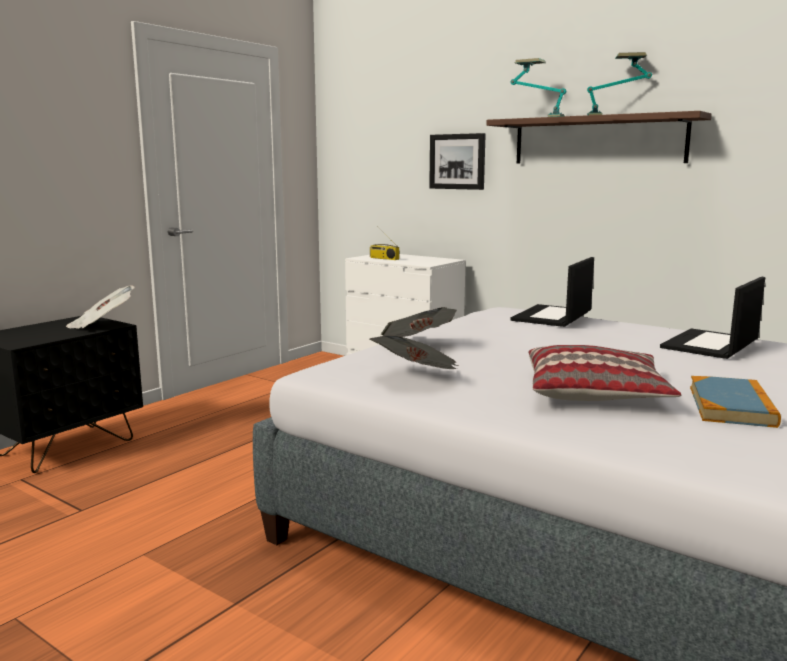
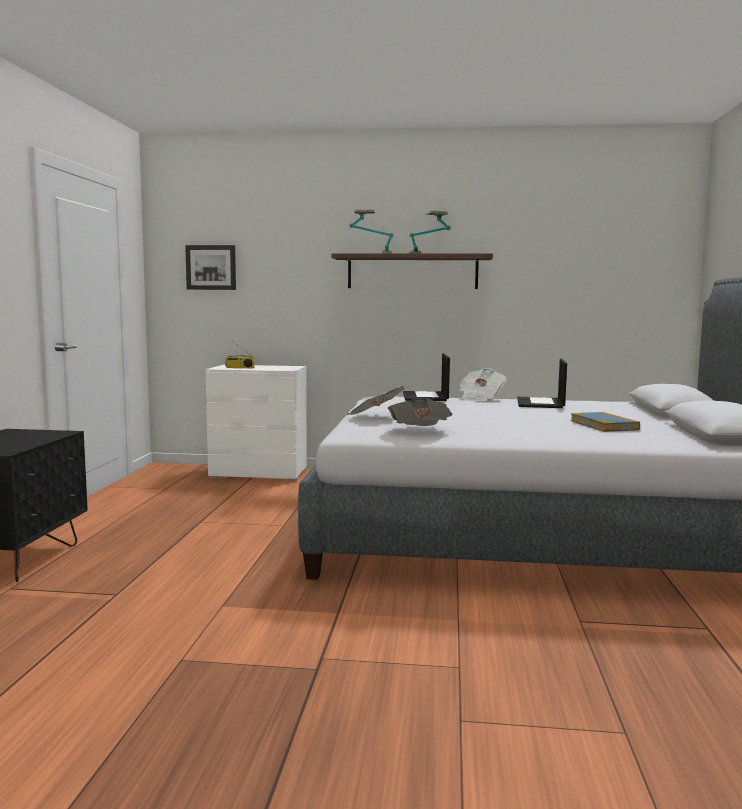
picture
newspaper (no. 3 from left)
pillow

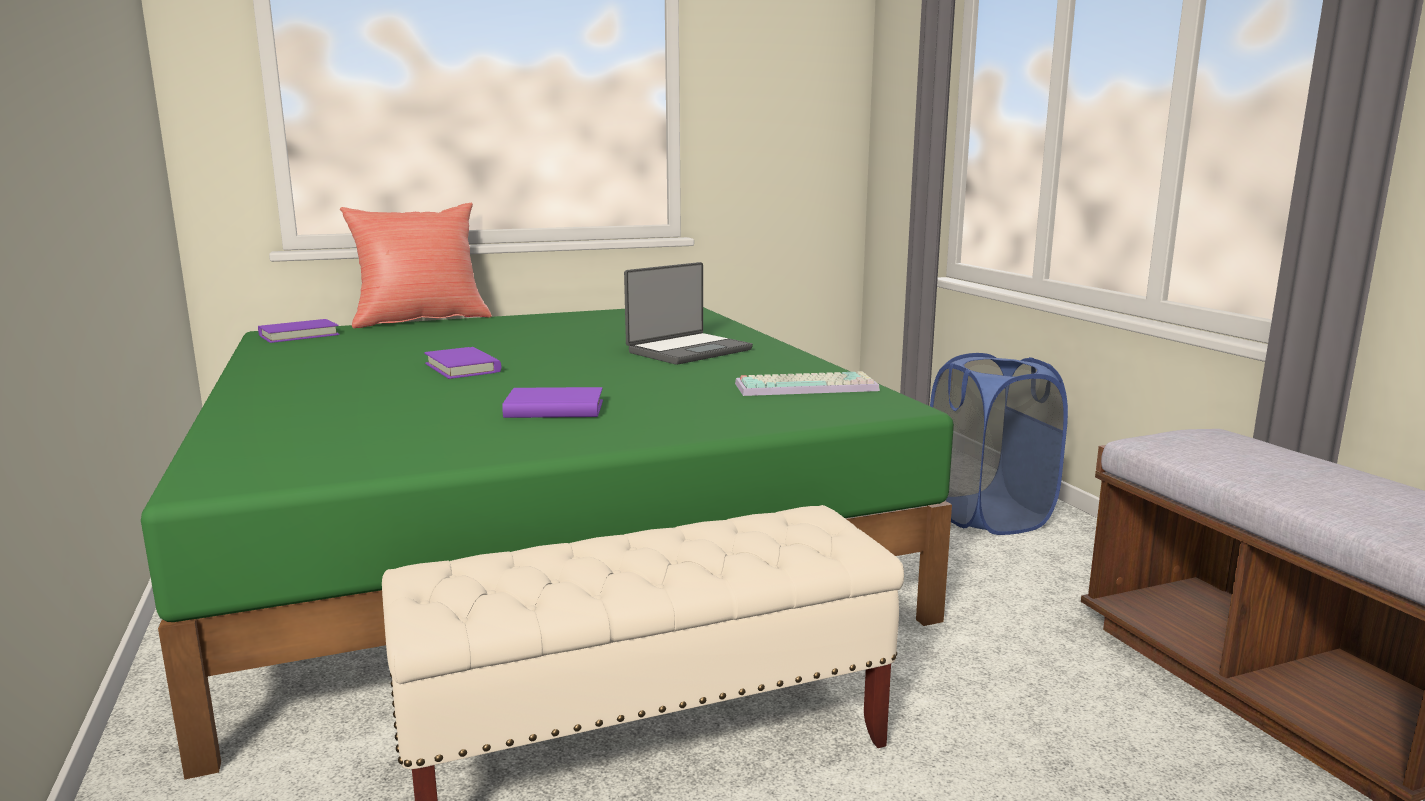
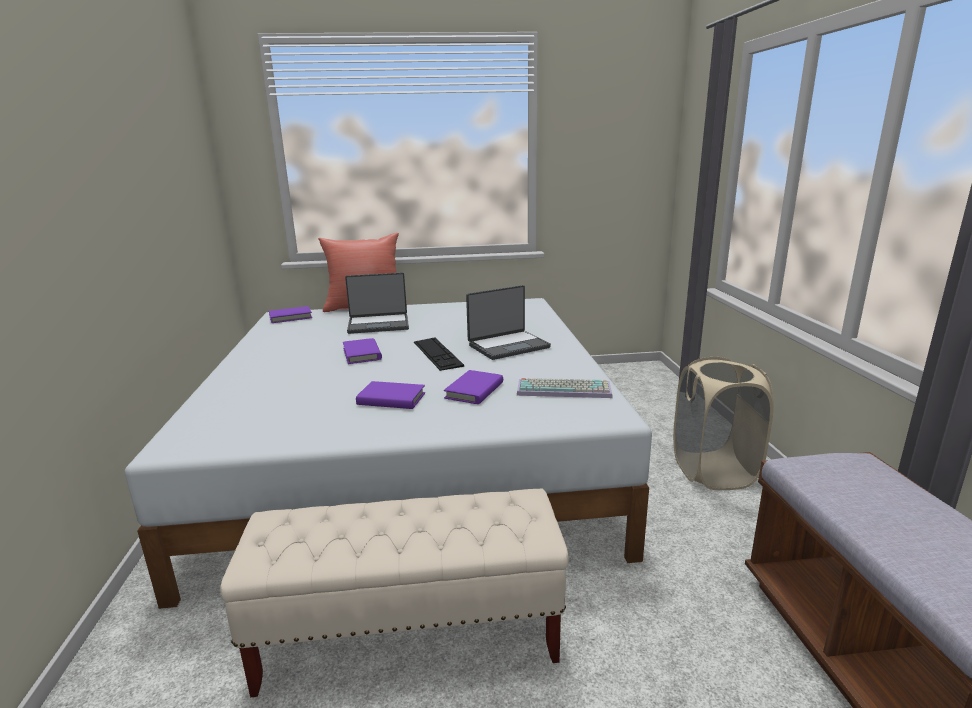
white bed
beige laundry basket
laptop (no. 1 from left)
keyboard (no. 1 from left)
purple book (no. 4 from left)

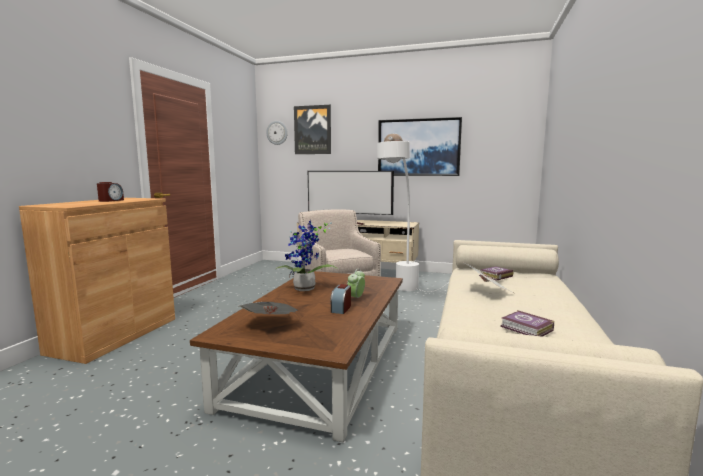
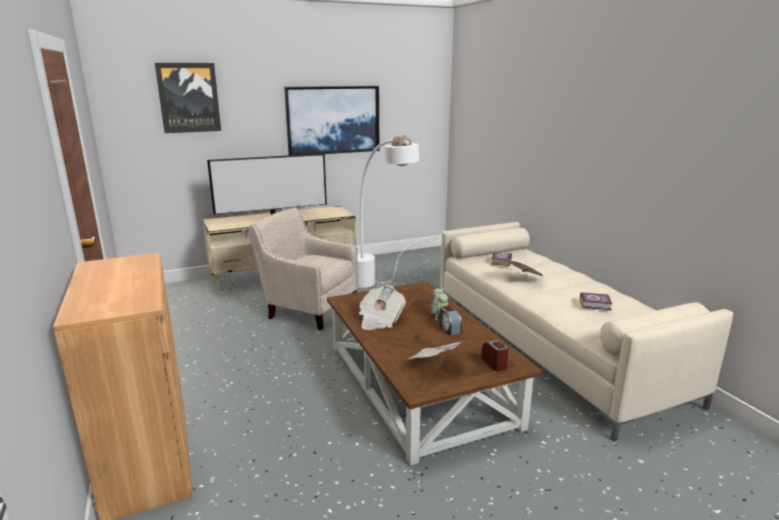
wall clock
alarm clock (no. 3 from left)
newspaper (no. 1 from left)

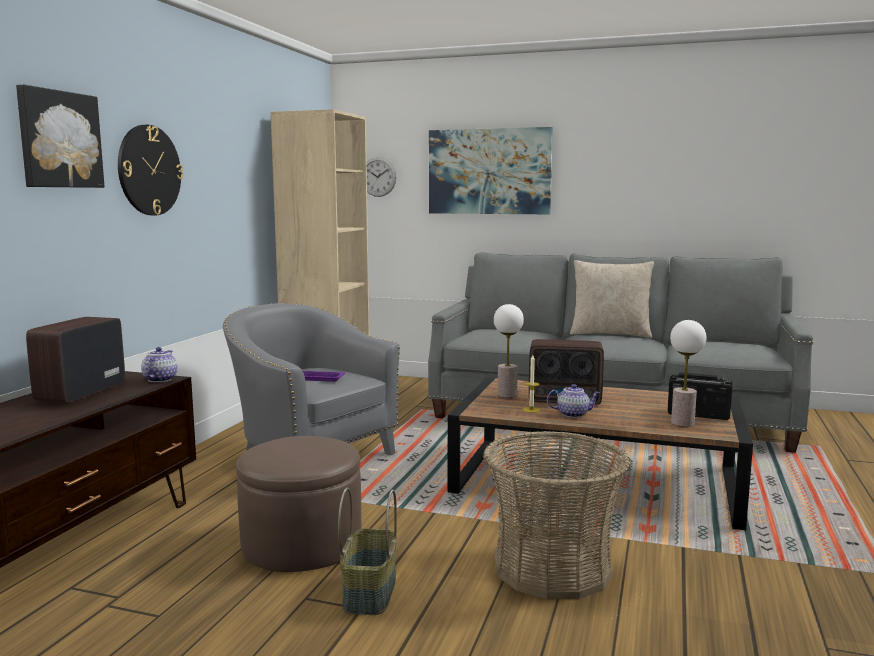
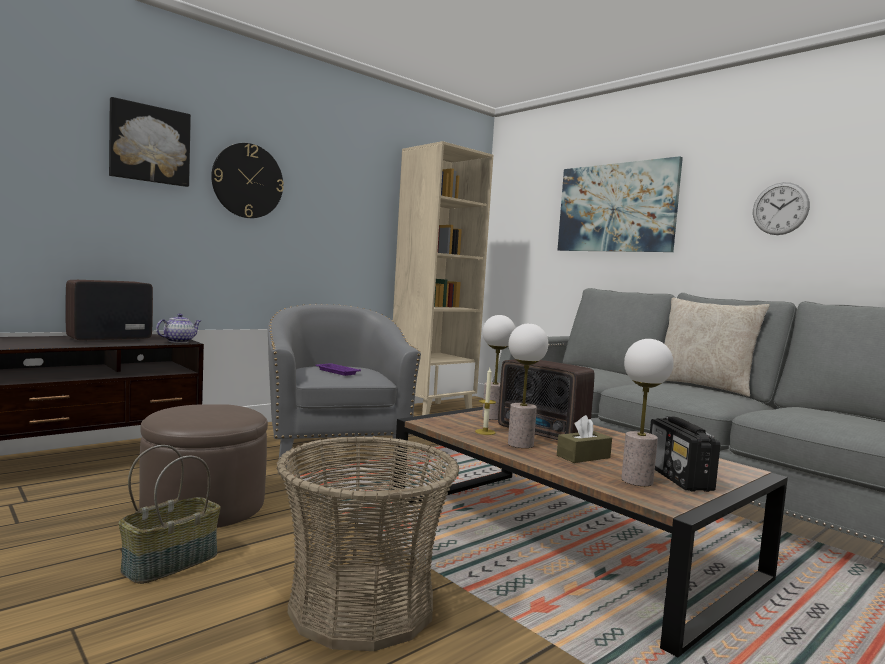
wall clock (no. 2 from left)
radio (no. 3 from left)
table lamp (no. 2 from left)
brown tissue box

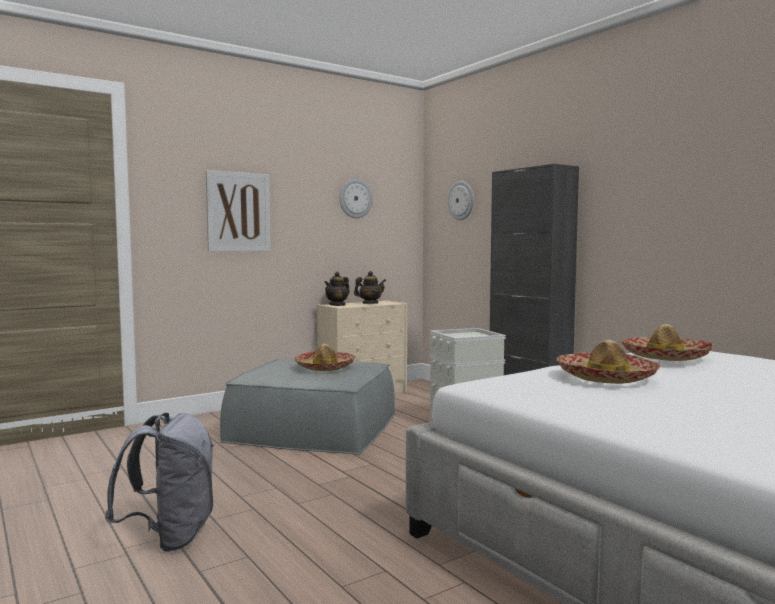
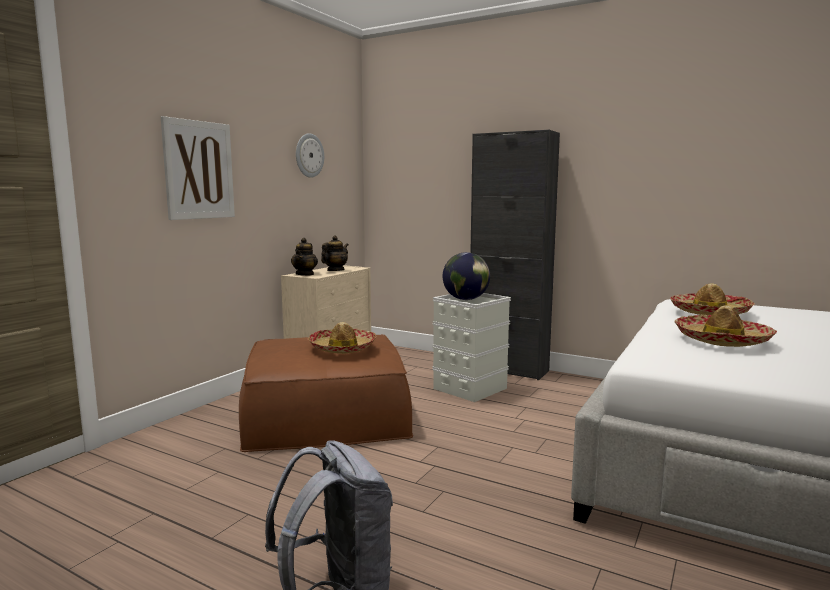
wall clock (no. 2 from left in the first image)
brown ottoman
globe

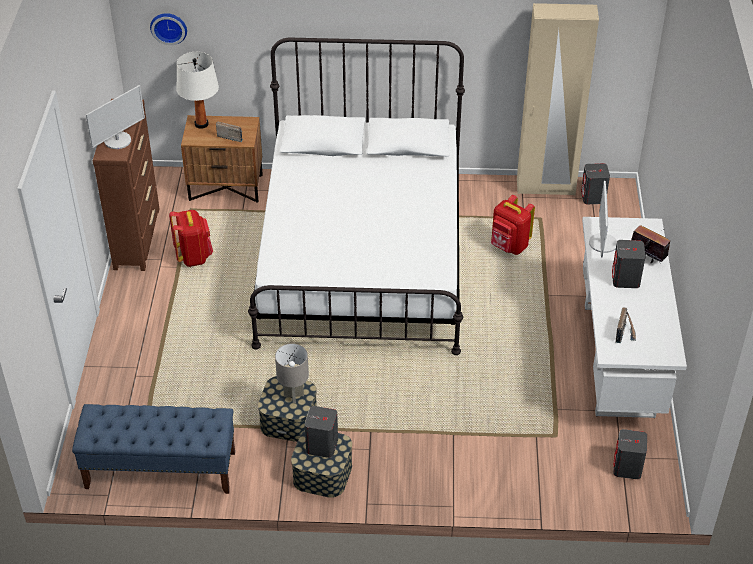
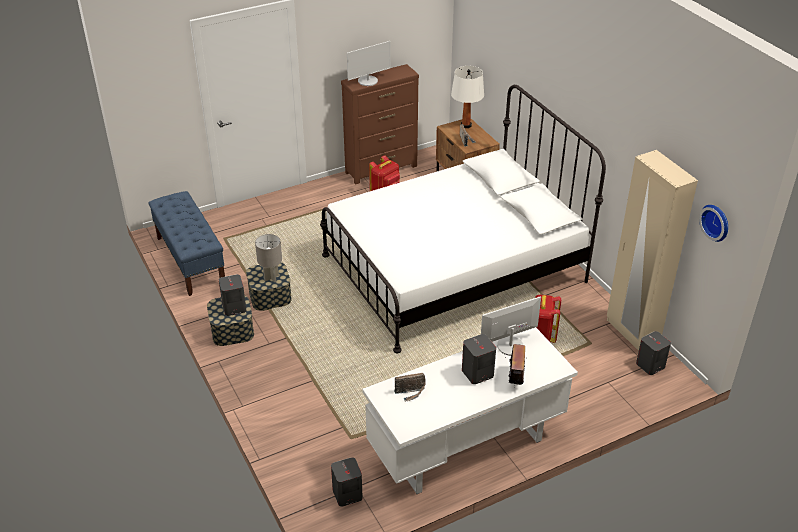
wall clock
monitor (no. 1 from left)

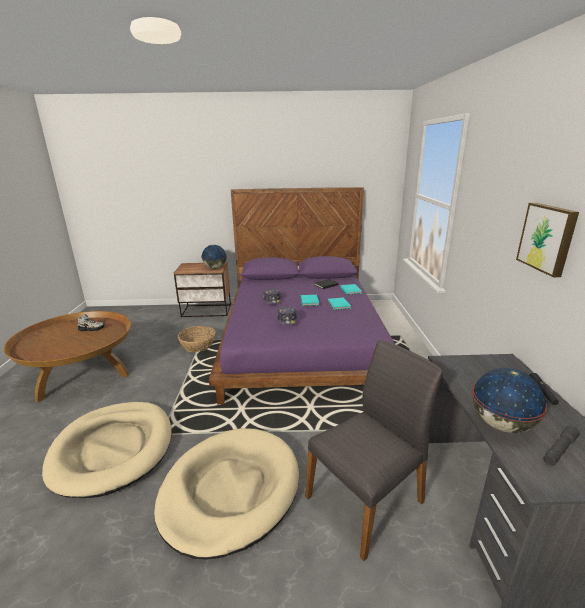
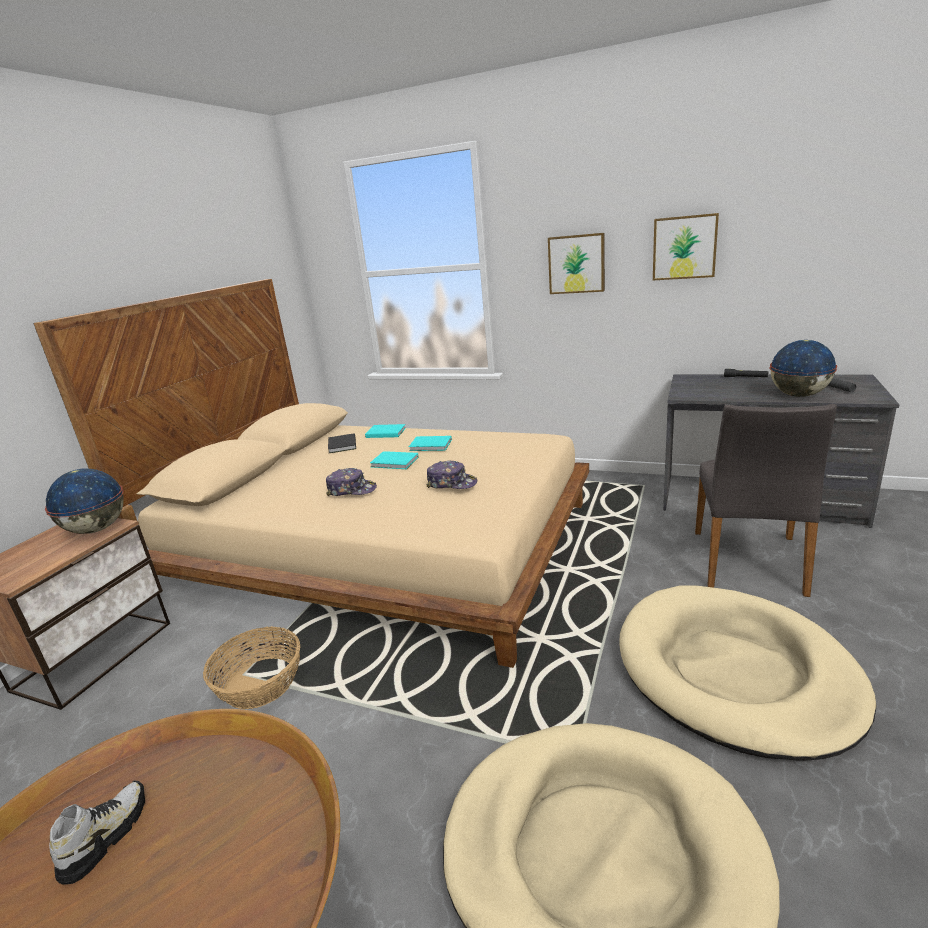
beige bed
grey chair
picture (no. 1 from left)

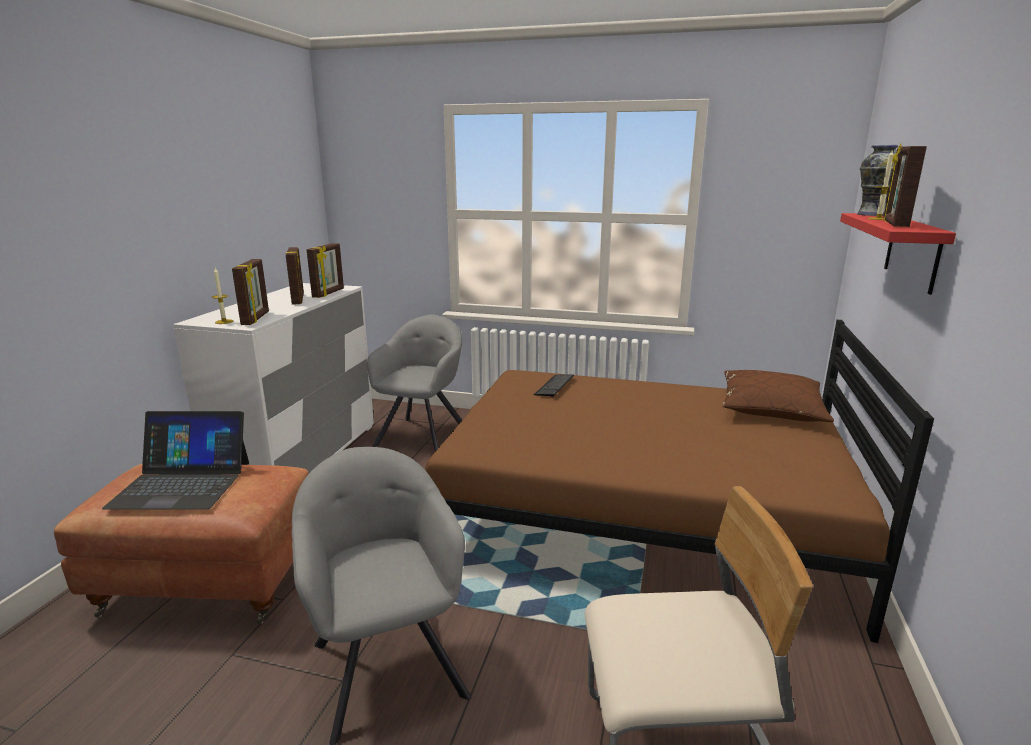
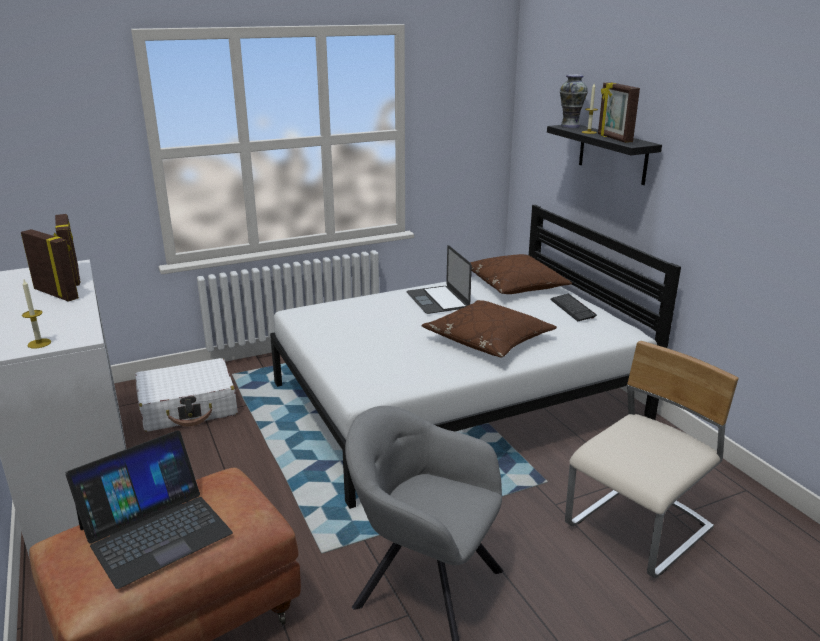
black shelf
picture frame (no. 1 from left in the first image)
white suitcase
white bed
keyboard
laptop (no. 2 from left)
brown pillow (no. 1 from left)

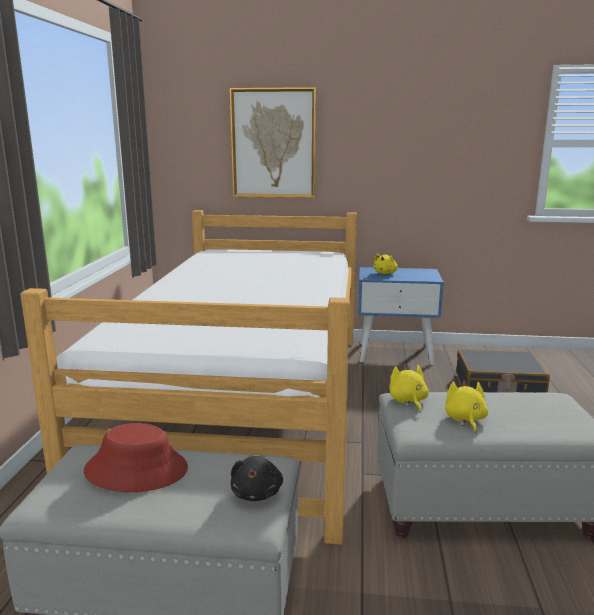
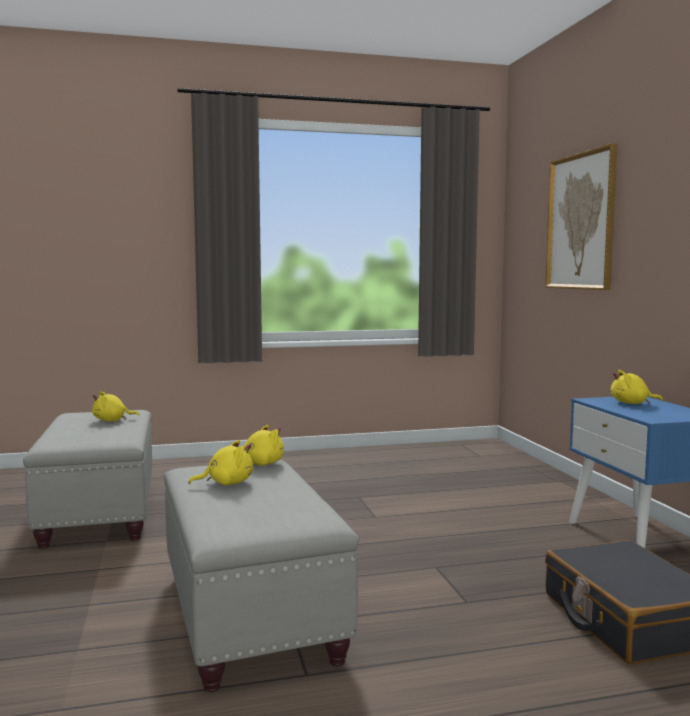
bed
yellow plush toy (no. 1 from left)
black plush toy

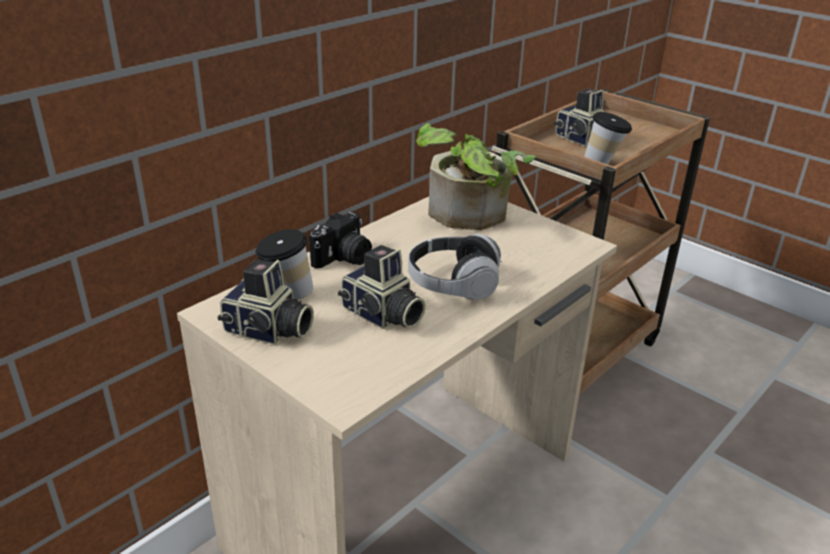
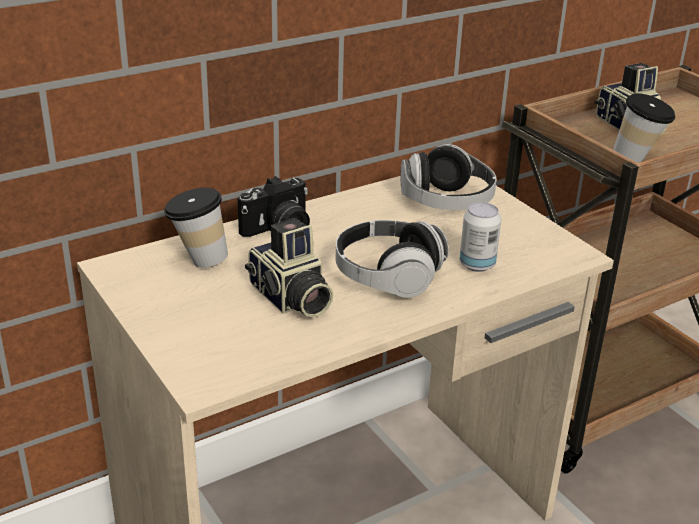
headphones (no. 2 from left)
photo camera (no. 1 from left in the first image)
can

